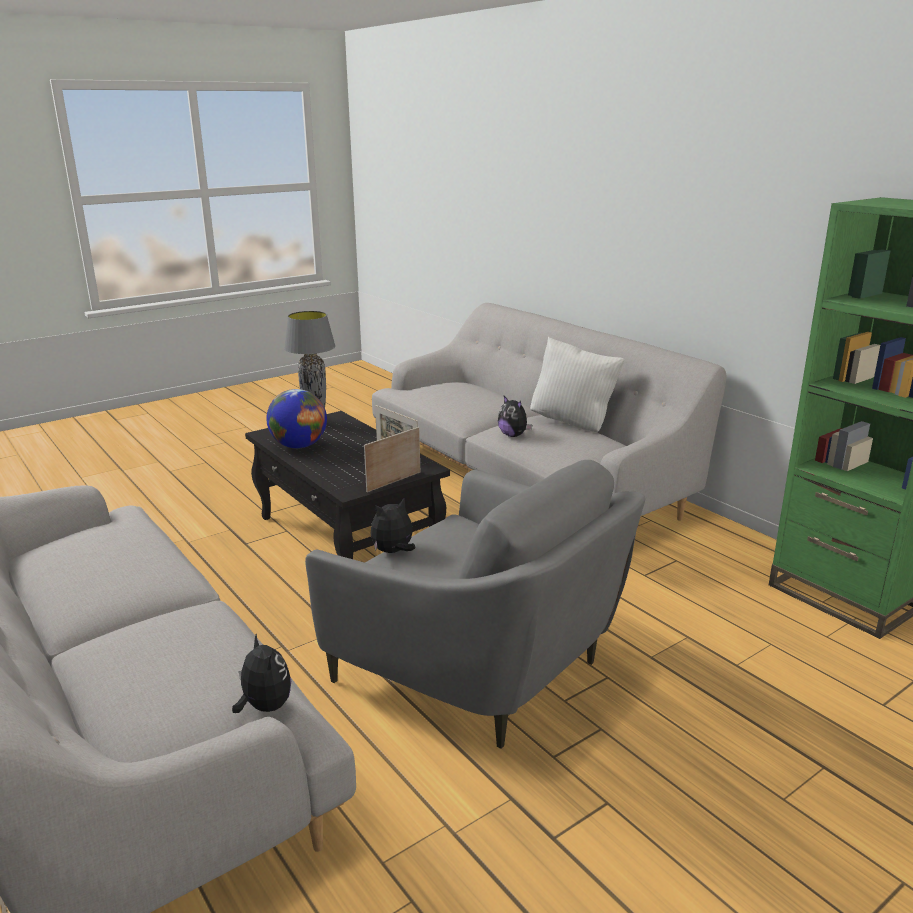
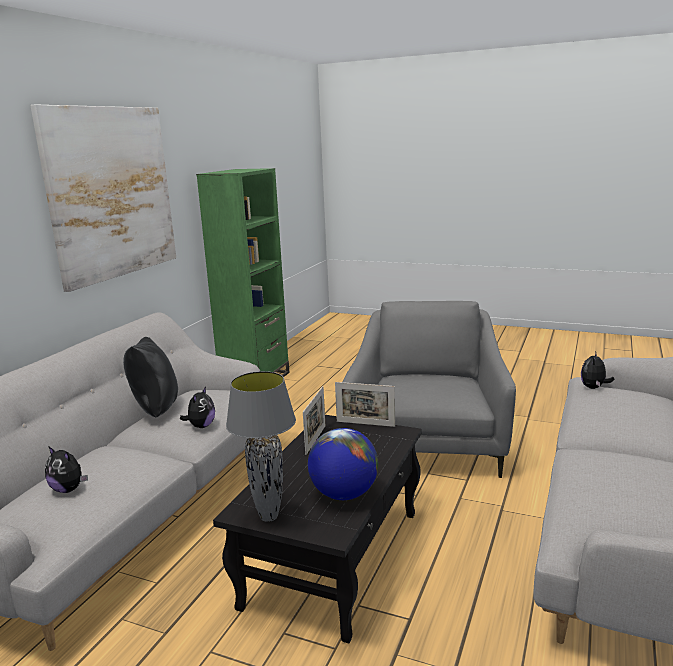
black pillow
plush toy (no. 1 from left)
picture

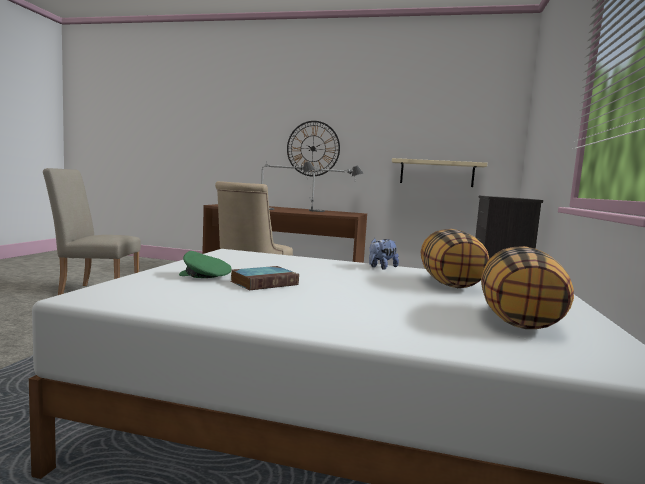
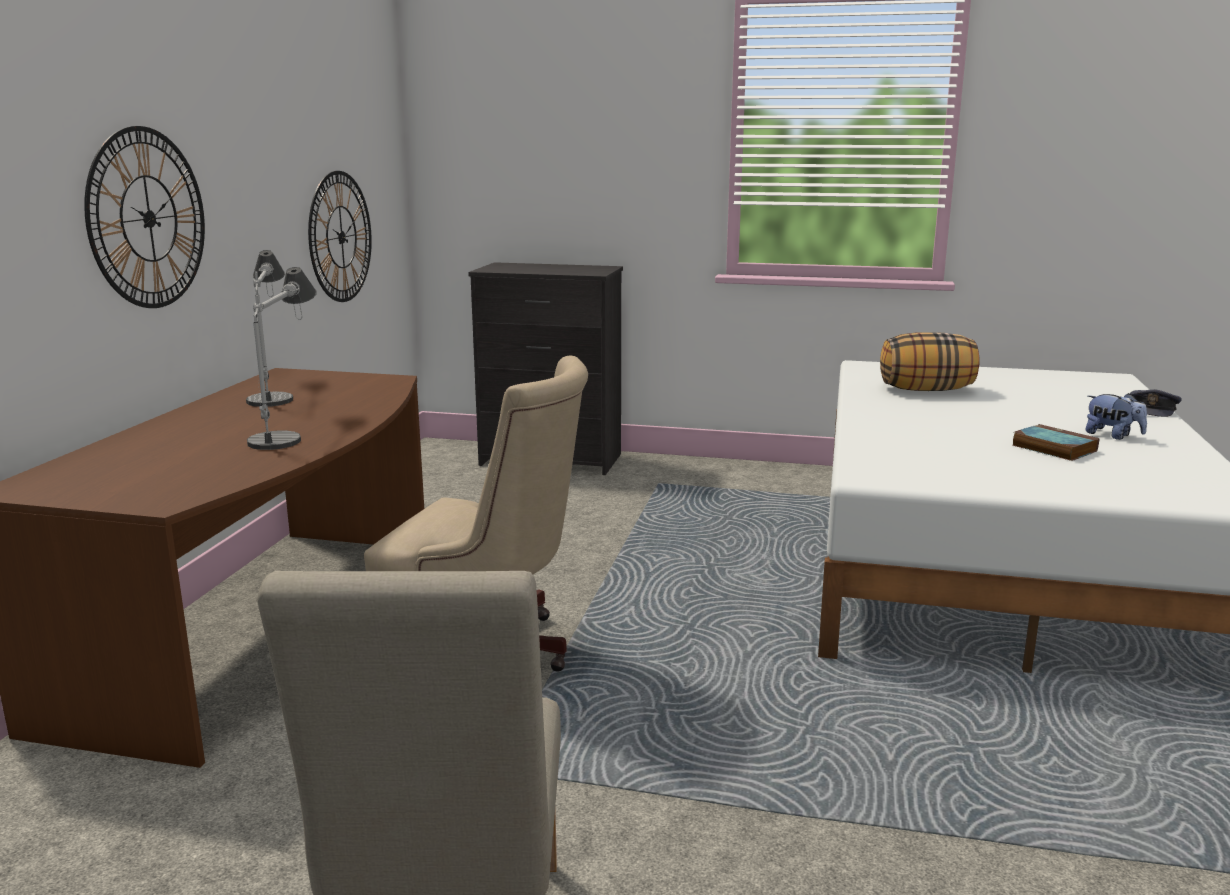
wall clock (no. 2 from left)
plush toy
pillow (no. 2 from left in the first image)
green cap
grey cap

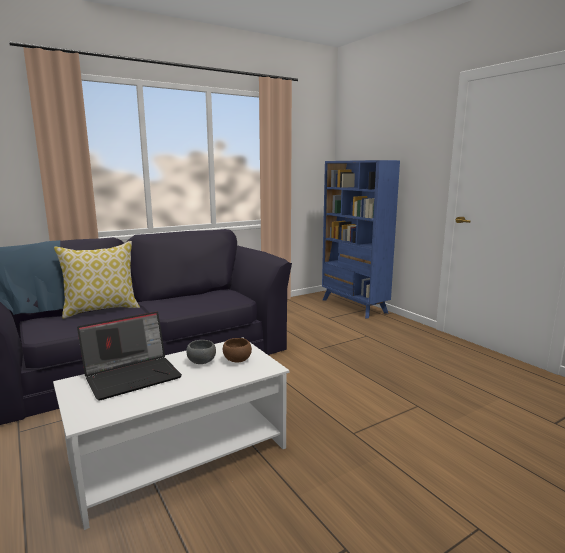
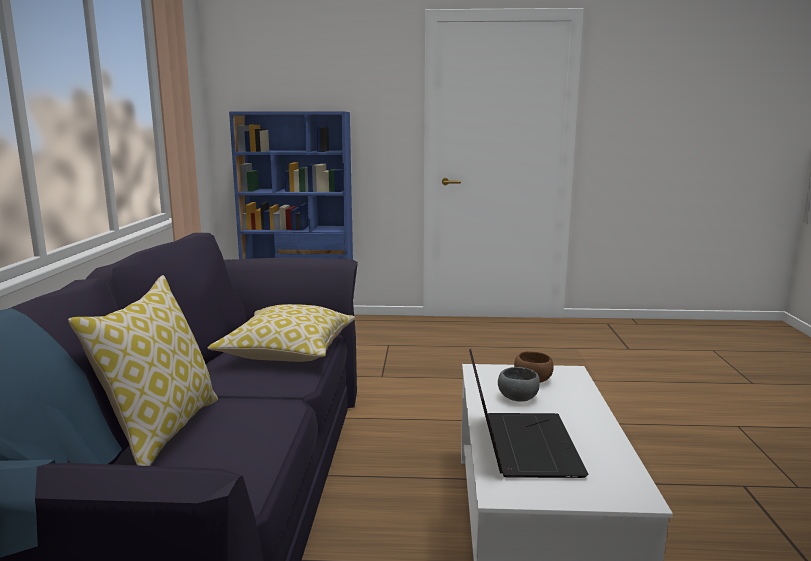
pillow (no. 2 from left)

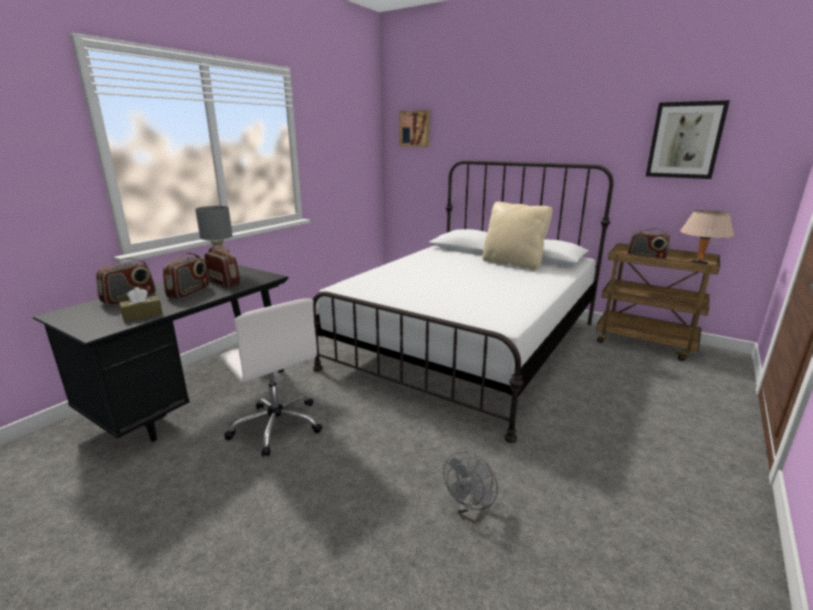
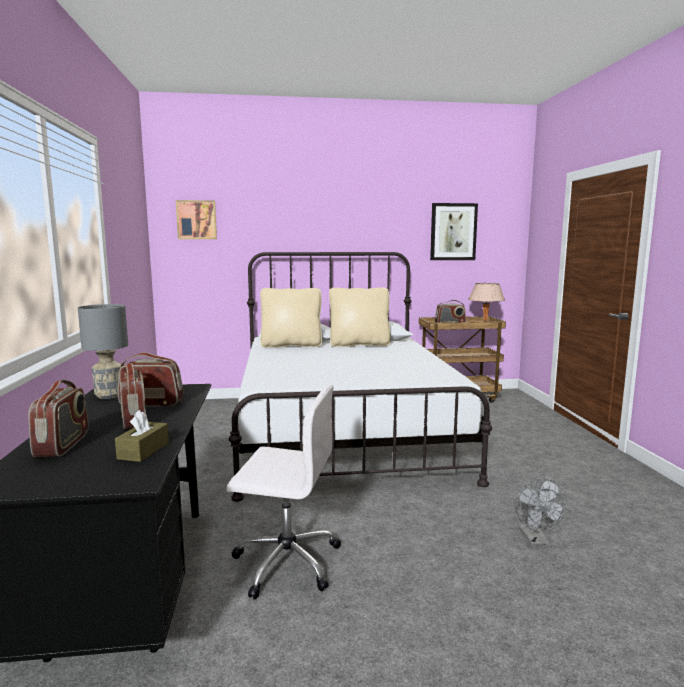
beige pillow (no. 1 from left)

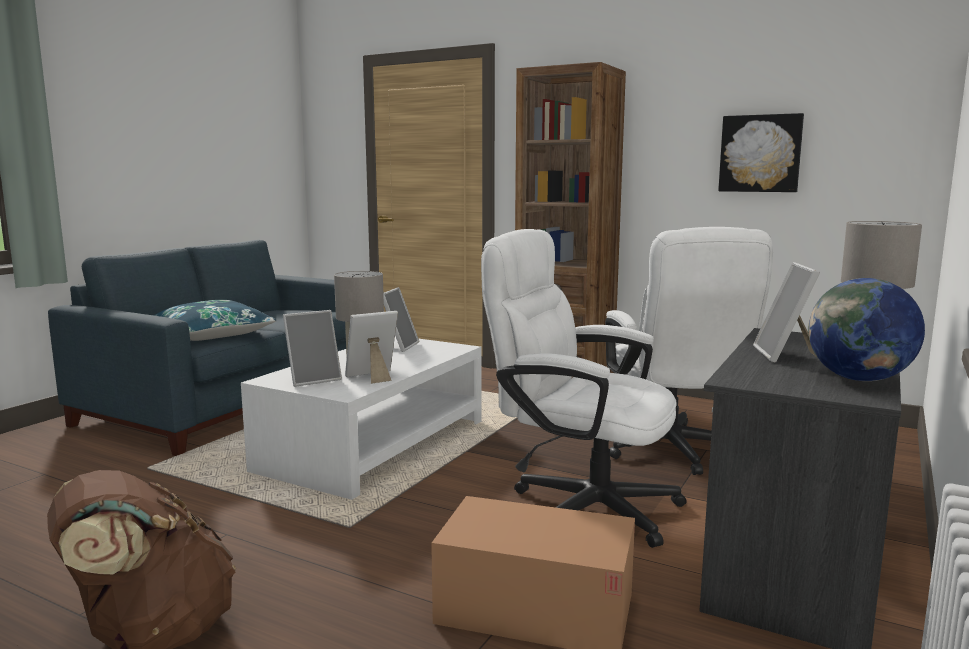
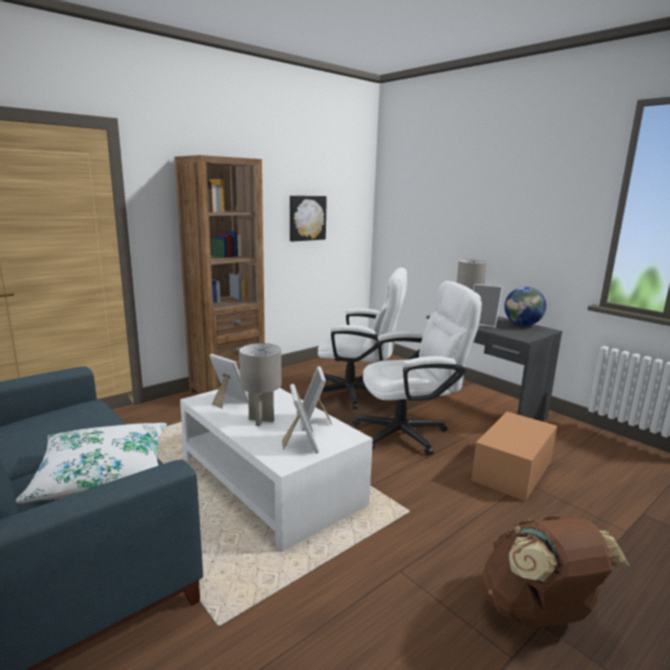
white office chair (no. 2 from left)
white pillow

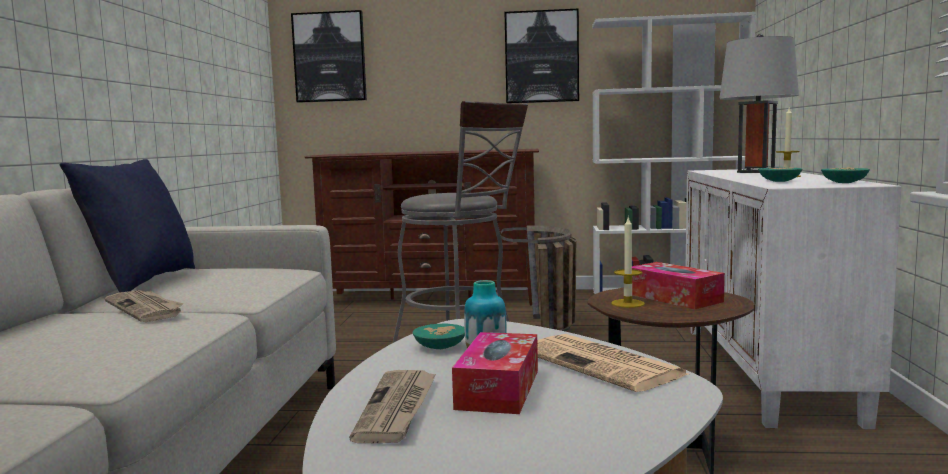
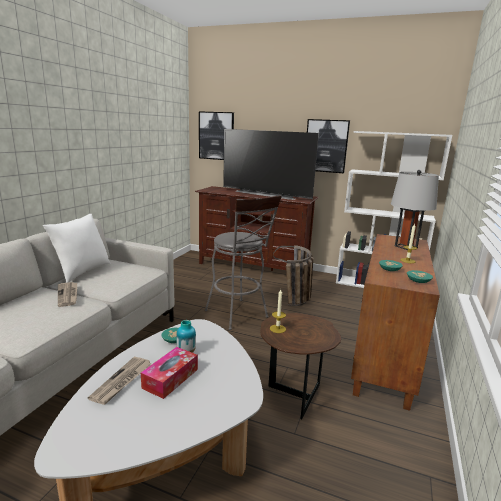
white pillow
brown cabinet
tissue box (no. 2 from left in the first image)
newspaper (no. 3 from left in the first image)
television

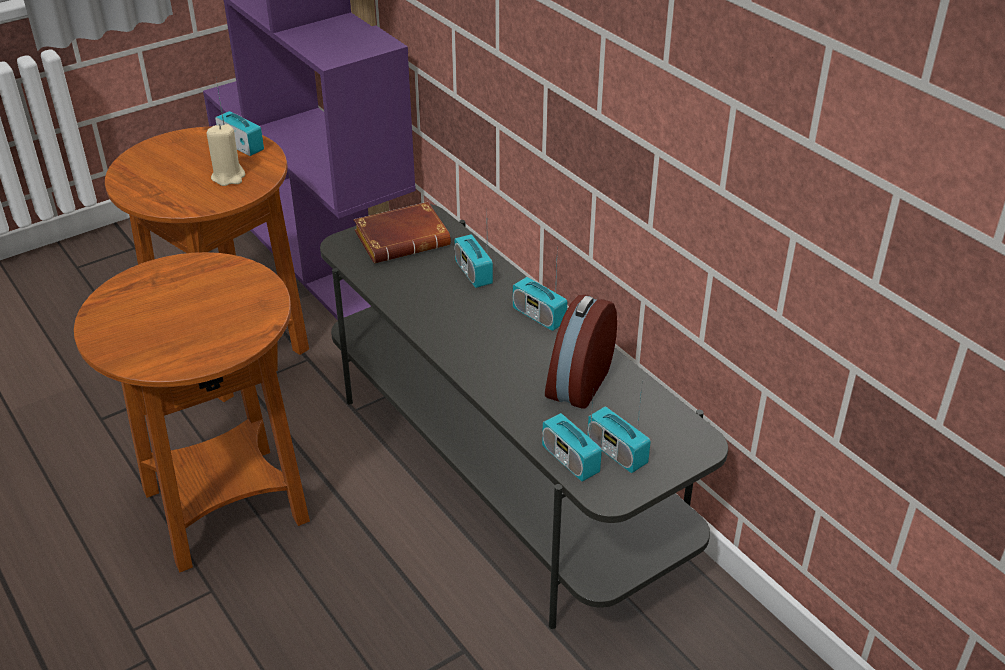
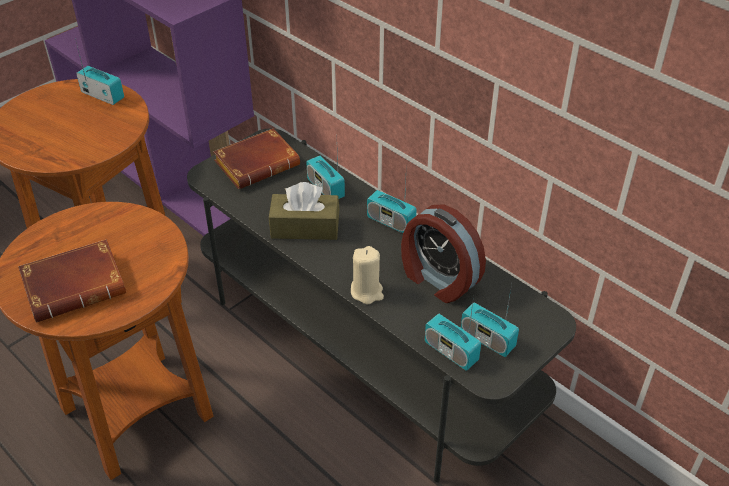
beige candle
alarm clock
brown tissue box
brown book (no. 1 from left)

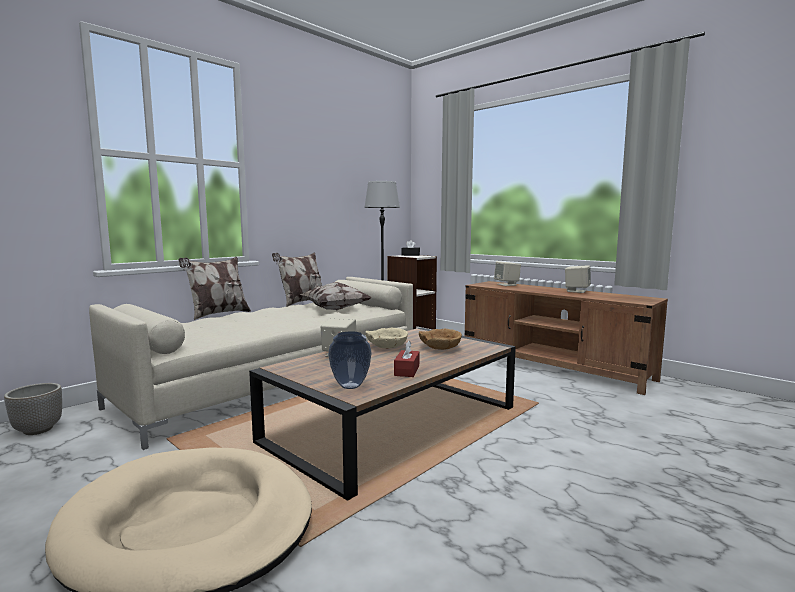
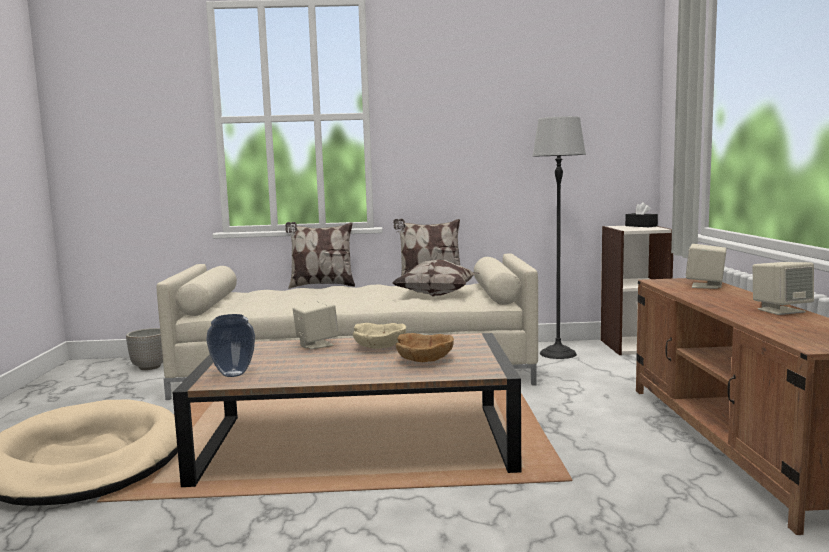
red tissue box

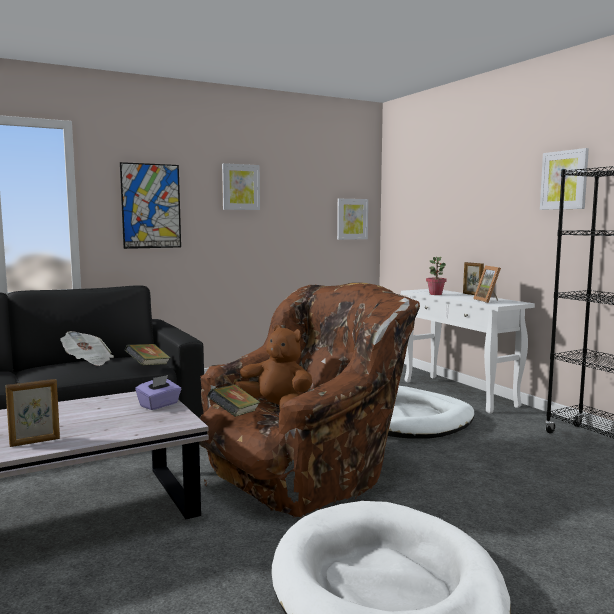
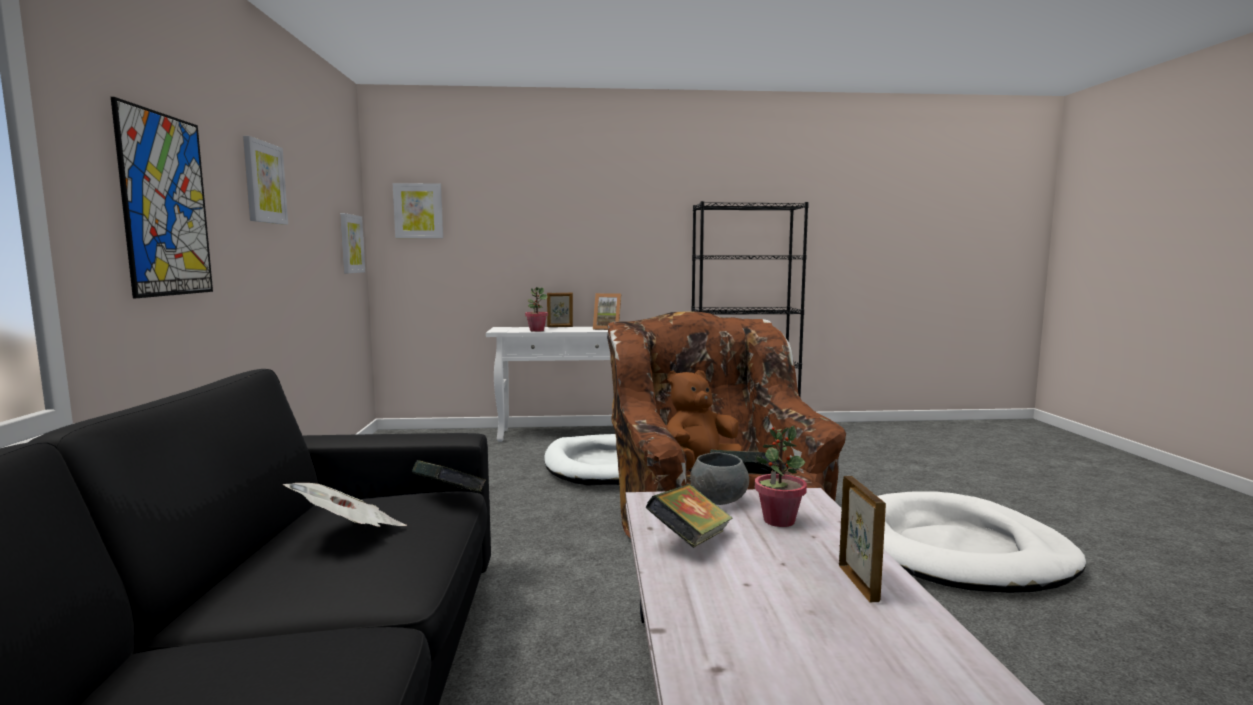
picture (no. 4 from left)
grey bowl
potted plant (no. 2 from left)
book (no. 2 from left)

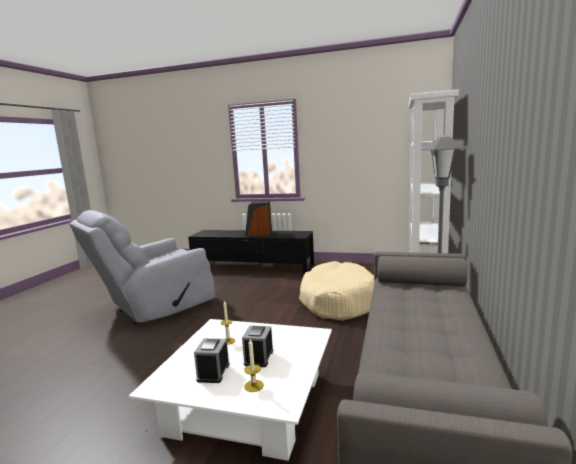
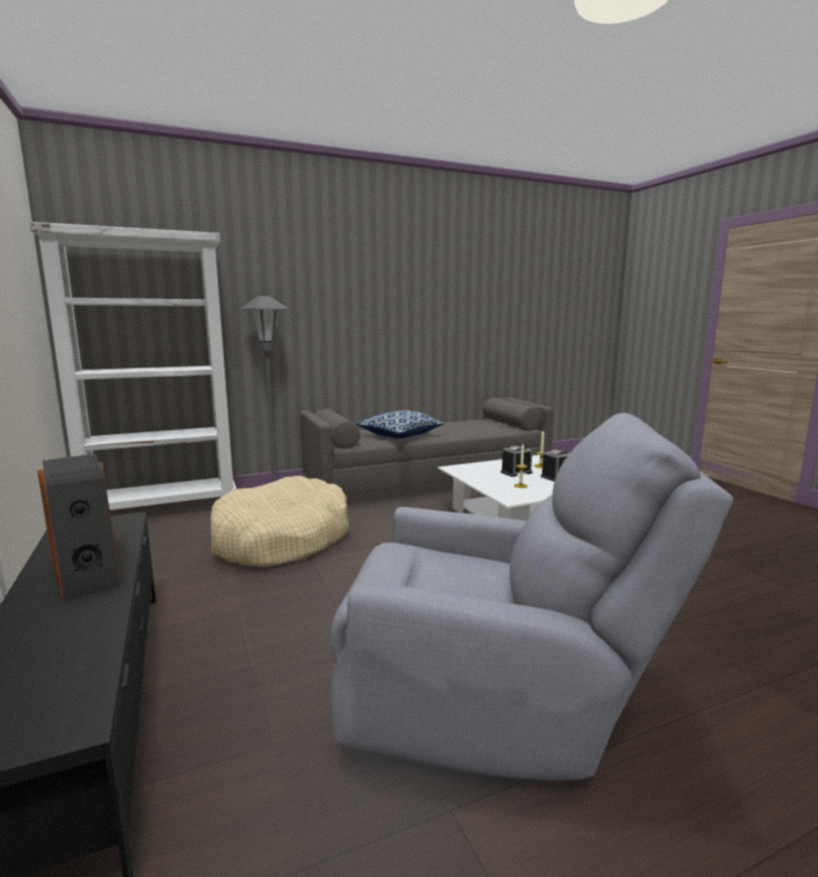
pillow

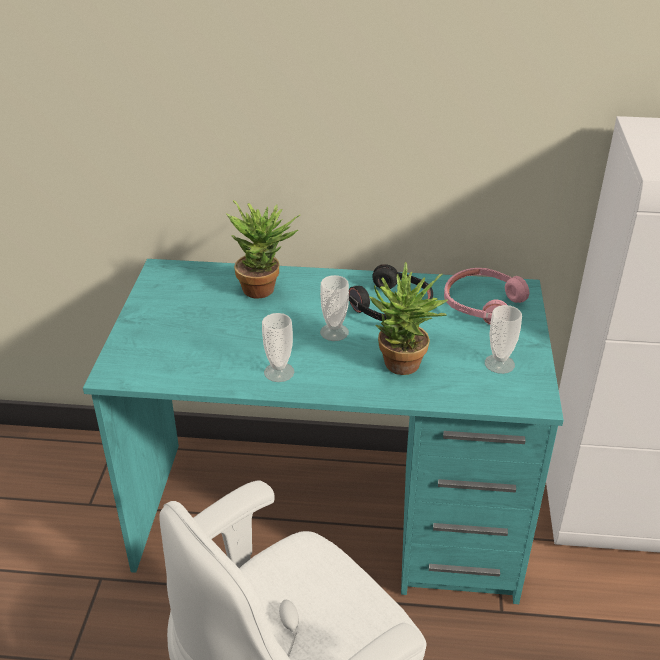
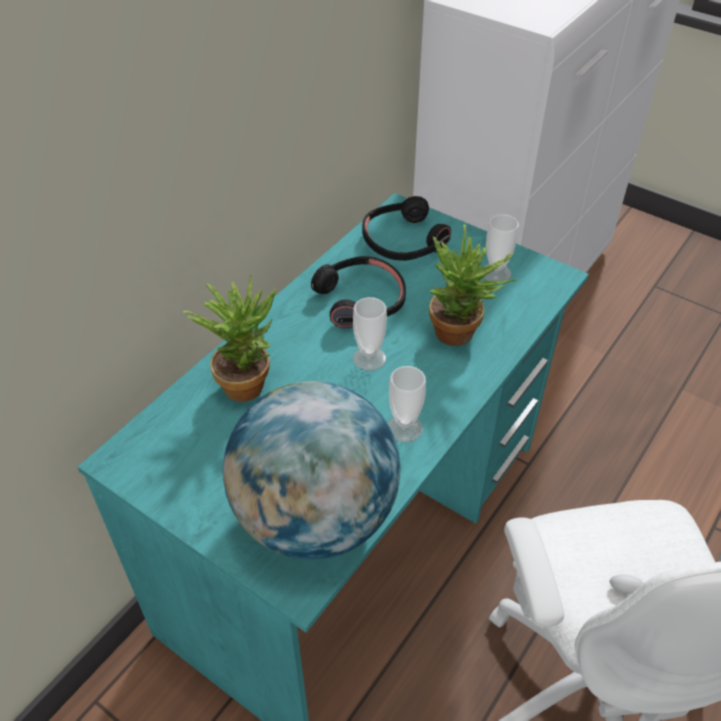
black headphones (no. 2 from left)
globe

